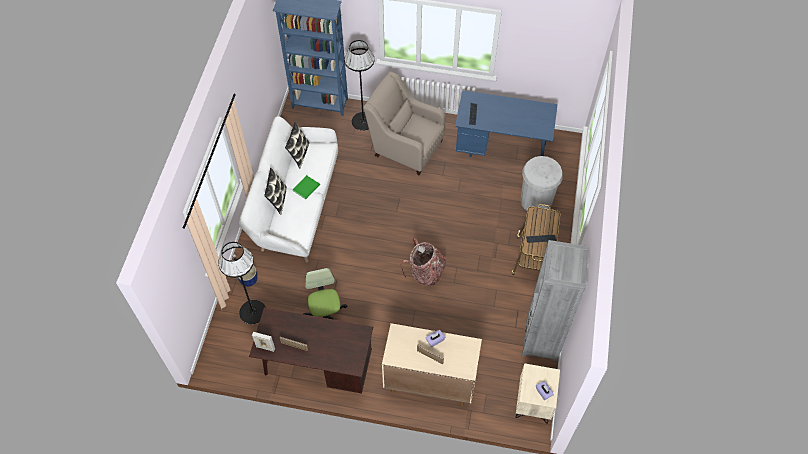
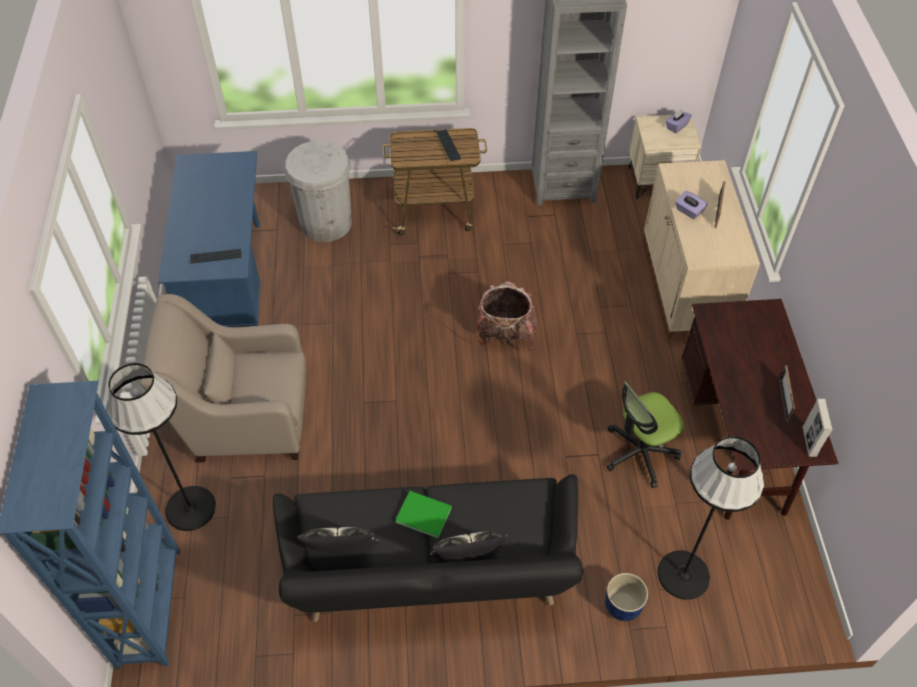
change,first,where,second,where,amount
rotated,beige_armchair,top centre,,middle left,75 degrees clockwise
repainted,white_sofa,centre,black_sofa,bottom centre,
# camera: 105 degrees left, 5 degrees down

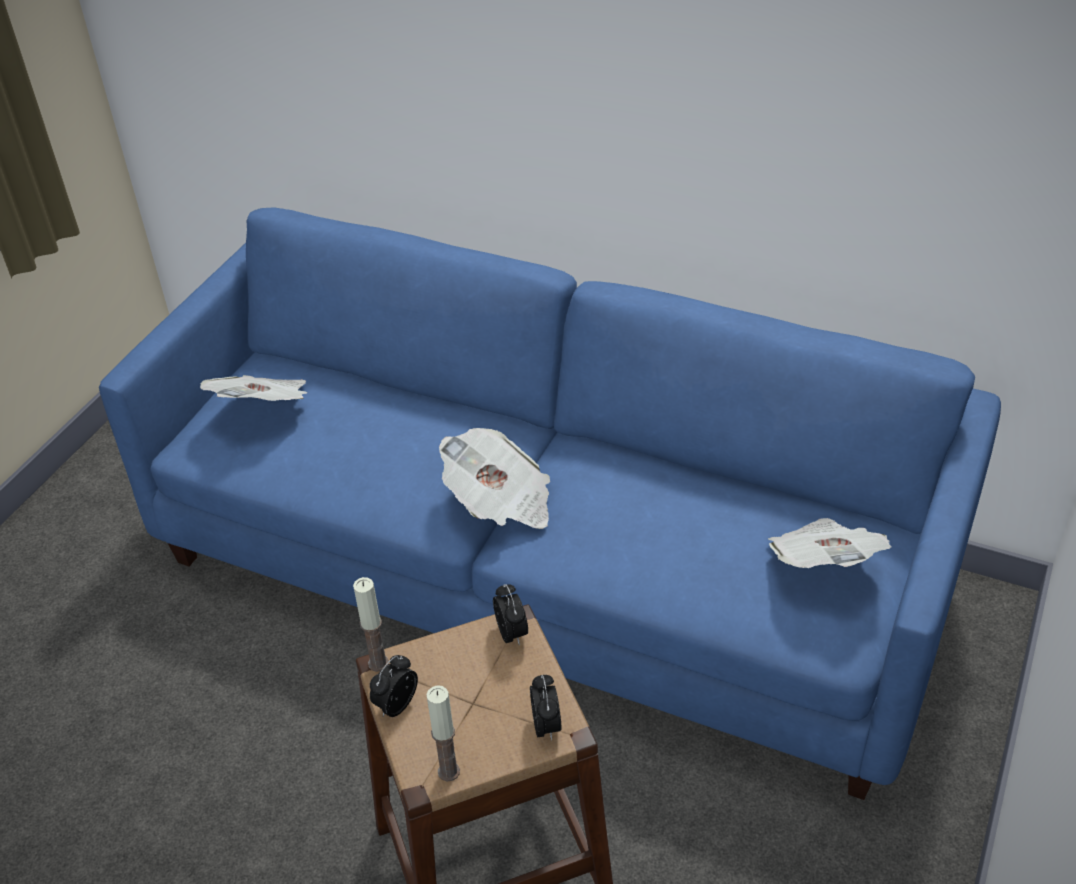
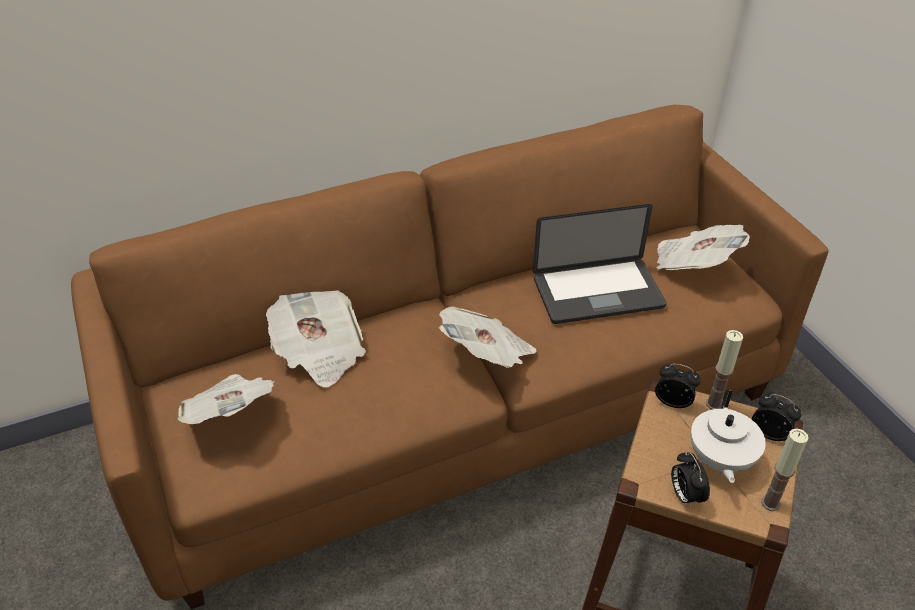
change,first,where,second,where,amount
repainted,blue_sofa,centre,brown_sofa,centre,
new,,,newspaper (no. 2 from left),centre,
new,,,laptop,centre,
new,,,white_teapot,bottom right,
shifted,candle (no. 1 from left),bottom centre,,middle right,
# camera: 50 degrees left, 0 degrees up

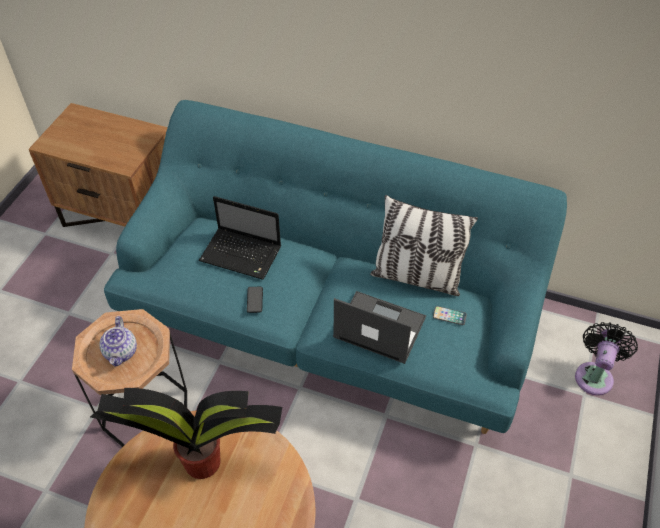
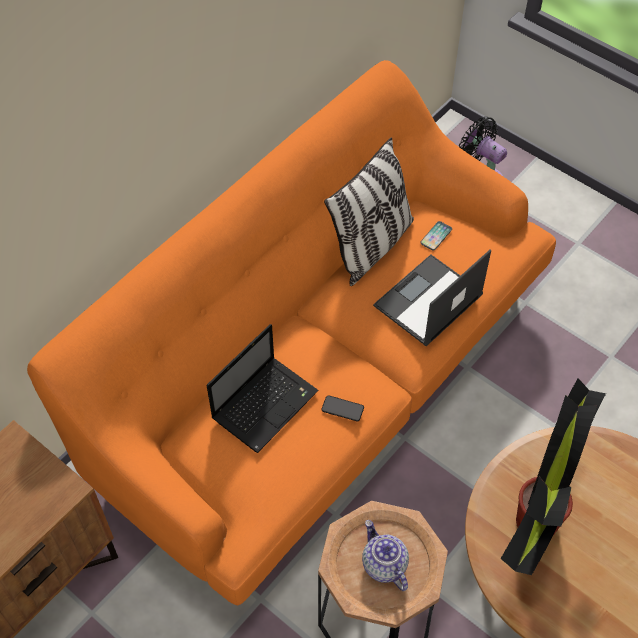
change,first,where,second,where,amount
repainted,turquoise_sofa,centre,orange_sofa,centre,
rotated,teapot,middle left,,bottom centre,135 degrees counterclockwise
# camera: 70 degrees left, 5 degrees up

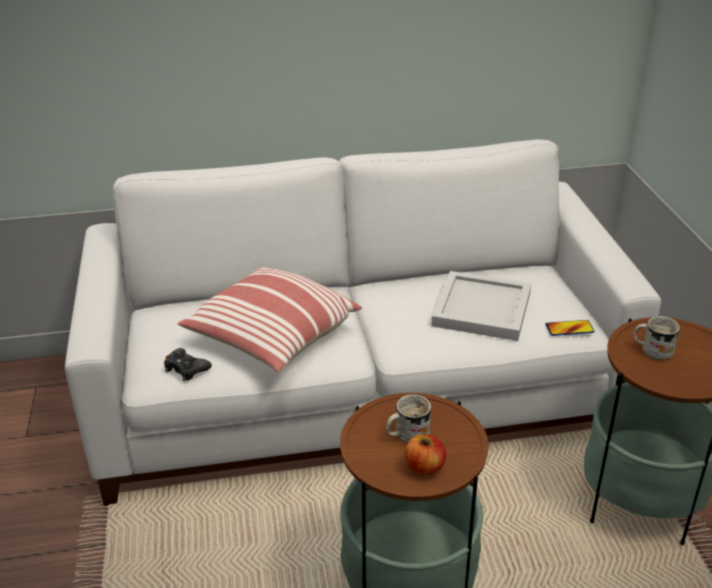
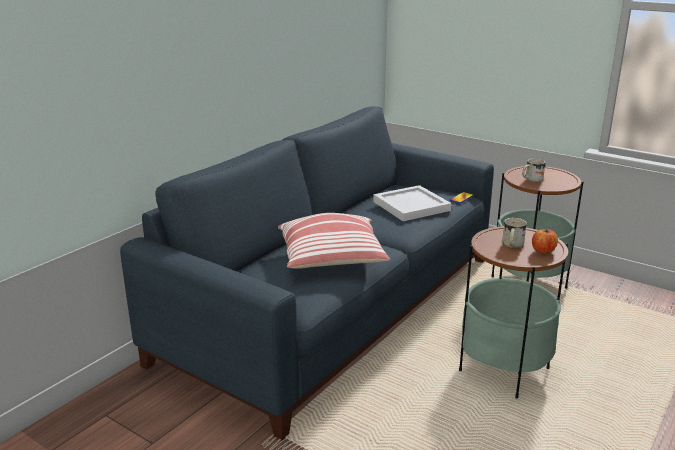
change,first,where,second,where,amount
repainted,white_sofa,centre,blue_sofa,centre,
gone,black_game_controller,middle left,,,
# camera: 45 degrees left, 10 degrees down

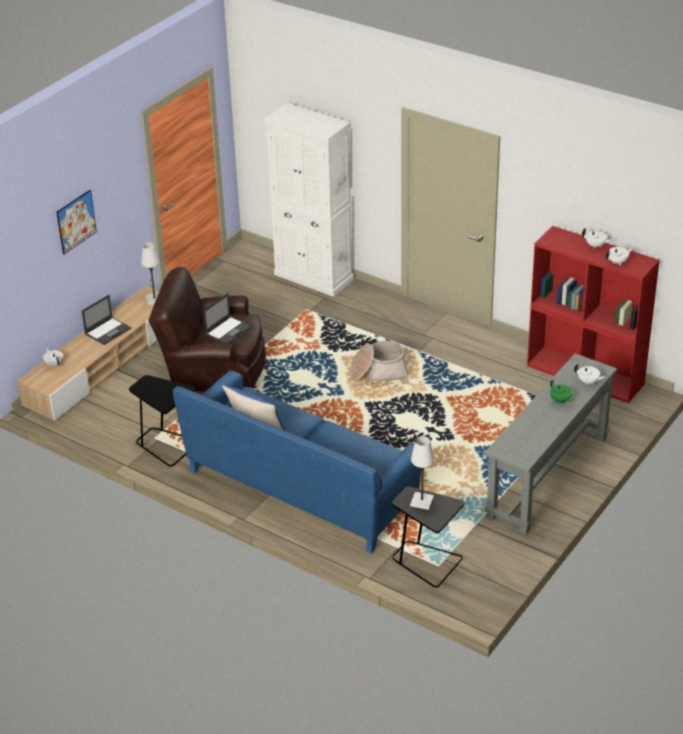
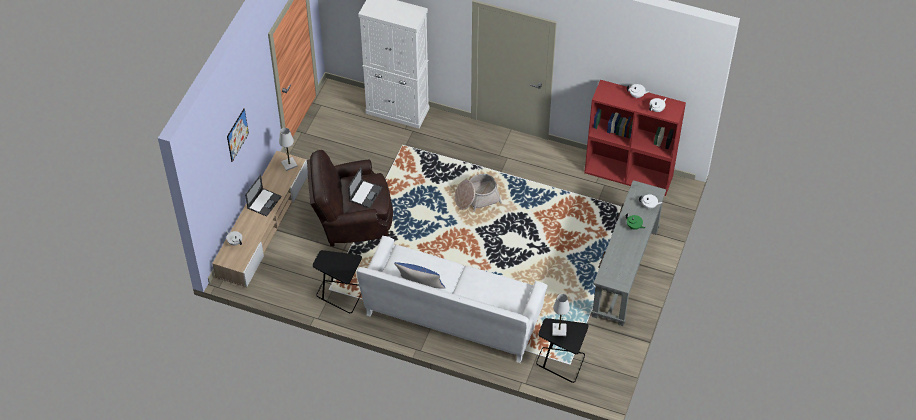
change,first,where,second,where,amount
repainted,blue_sofa,centre,white_sofa,bottom centre,
# camera: 15 degrees left, 15 degrees up

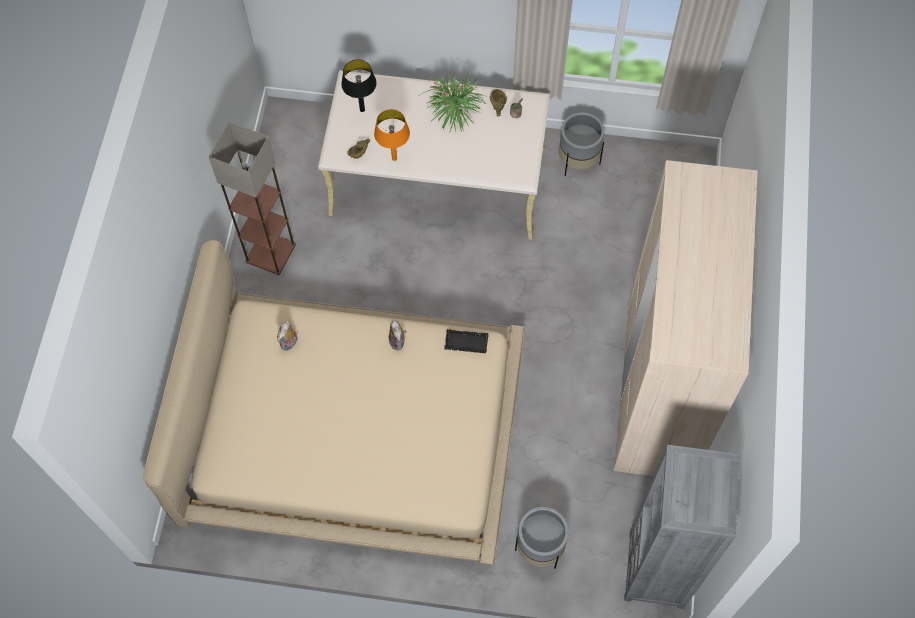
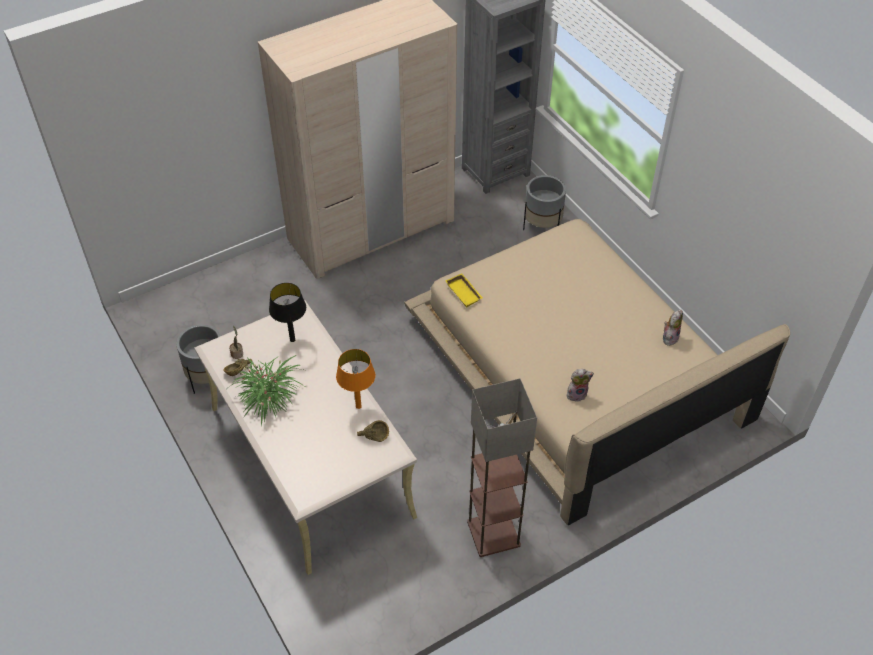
change,first,where,second,where,amount
shifted,black_table_lamp,top centre,,middle left,
repainted,black_tray,centre,yellow_tray,centre,
shifted,plush_toy (no. 2 from left),centre,,middle right,
# camera: 130 degrees left, 15 degrees down

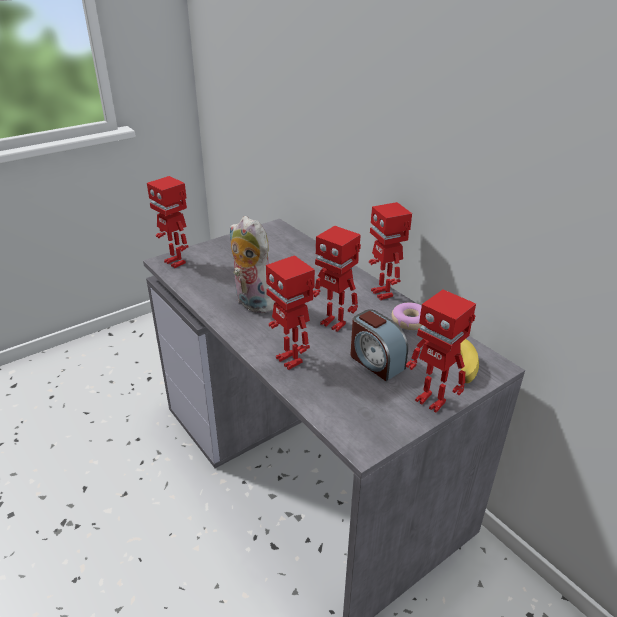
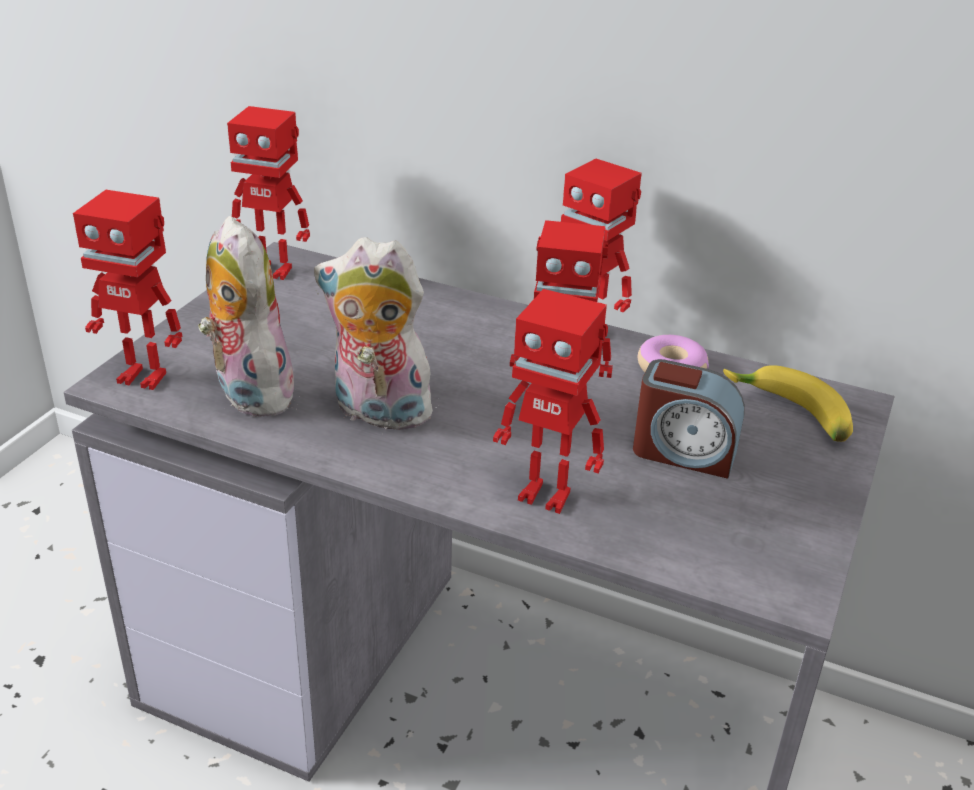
change,first,where,second,where,amount
new,,,plush_toy (no. 1 from left),middle left,
shifted,toy_robot (no. 5 from left in the first image),middle right,toy_robot (no. 2 from left),top left,
# camera: 30 degrees left, 0 degrees up

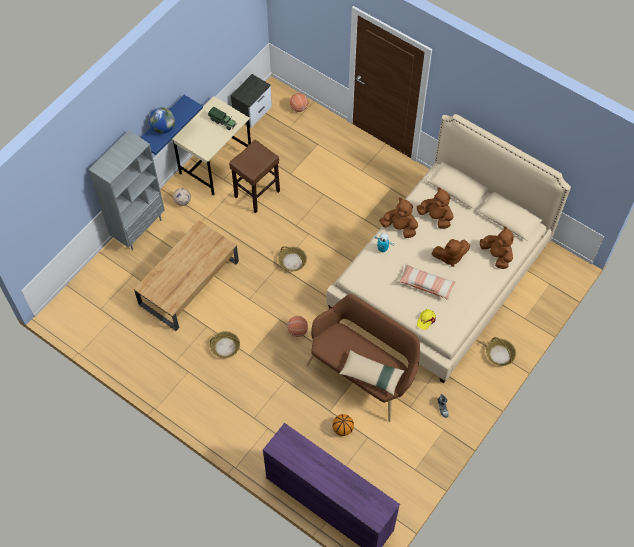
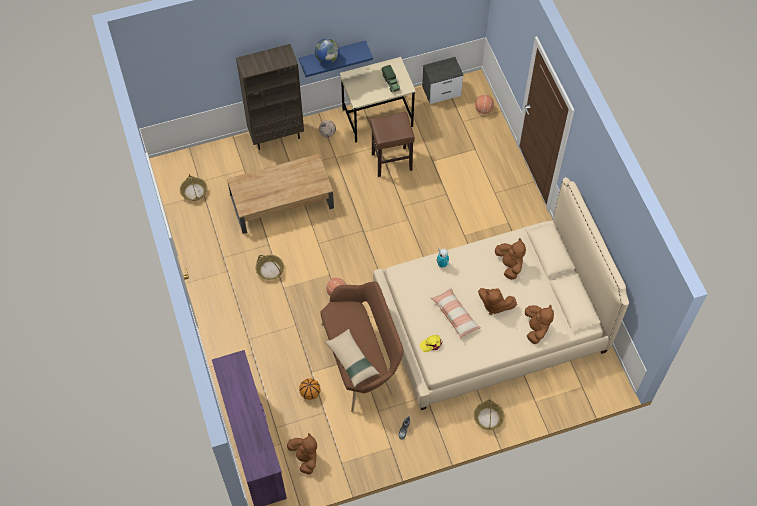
change,first,where,second,where,amount
shifted,basket (no. 2 from left in the first image),centre,basket (no. 1 from left),middle left,
repainted,grey_bookcase,middle left,brown_bookcase,top centre,
shifted,brown_plush_toy (no. 1 from left),centre,,bottom centre,
# camera: 35 degrees right, 0 degrees up

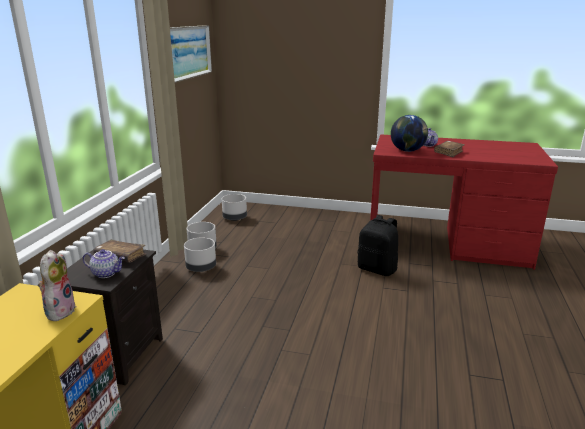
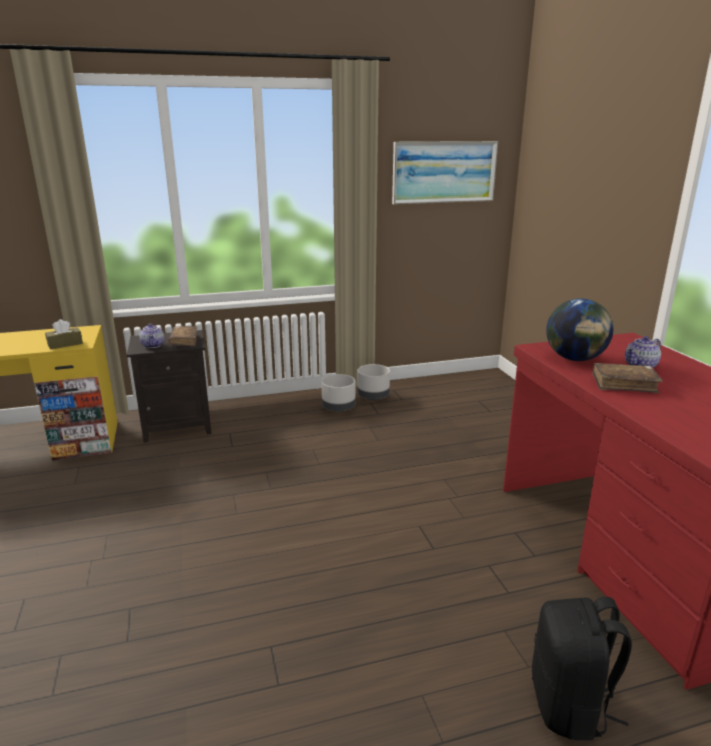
change,first,where,second,where,amount
swapped,plush_toy,middle left,brown_tissue_box,middle left,
shifted,black_backpack,centre,,bottom right,
gone,grey_planter (no. 3 from left),centre,,,
# camera: 60 degrees right, 0 degrees up

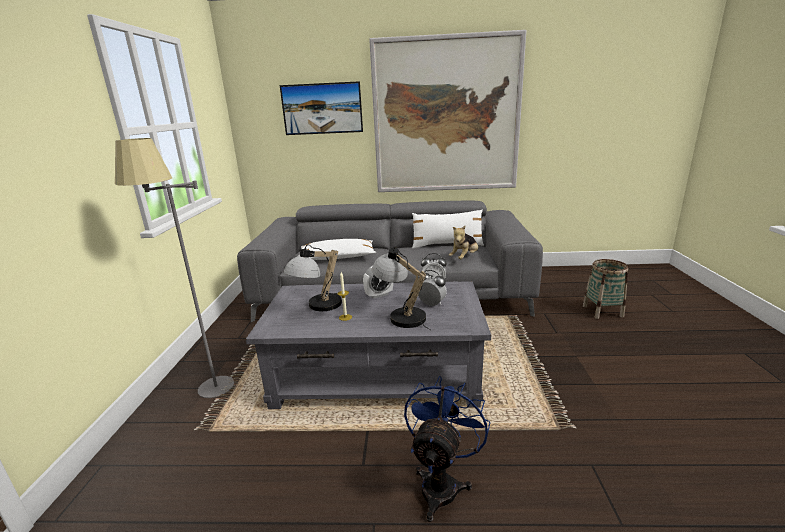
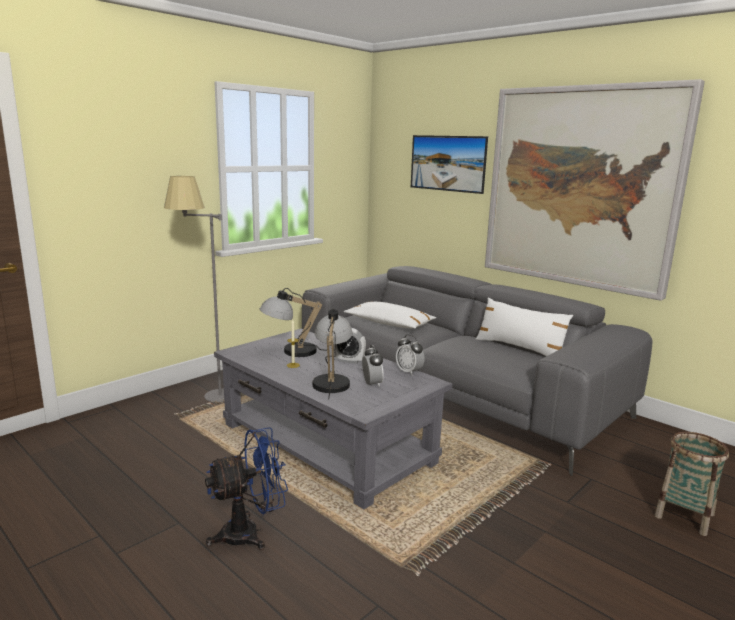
change,first,where,second,where,amount
gone,plush_toy,centre,,,
# camera: 40 degrees right, 5 degrees down

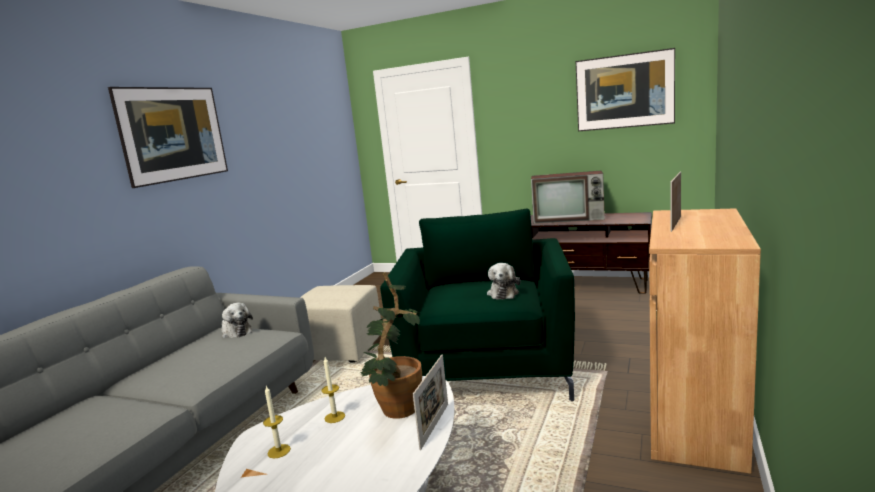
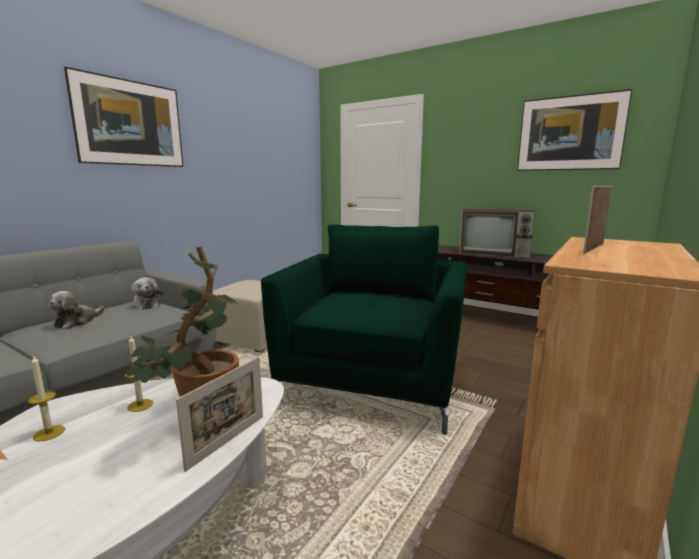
change,first,where,second,where,amount
shifted,plush_toy (no. 2 from left in the first image),centre,plush_toy (no. 1 from left),middle left,
# camera: 10 degrees right, 0 degrees up

